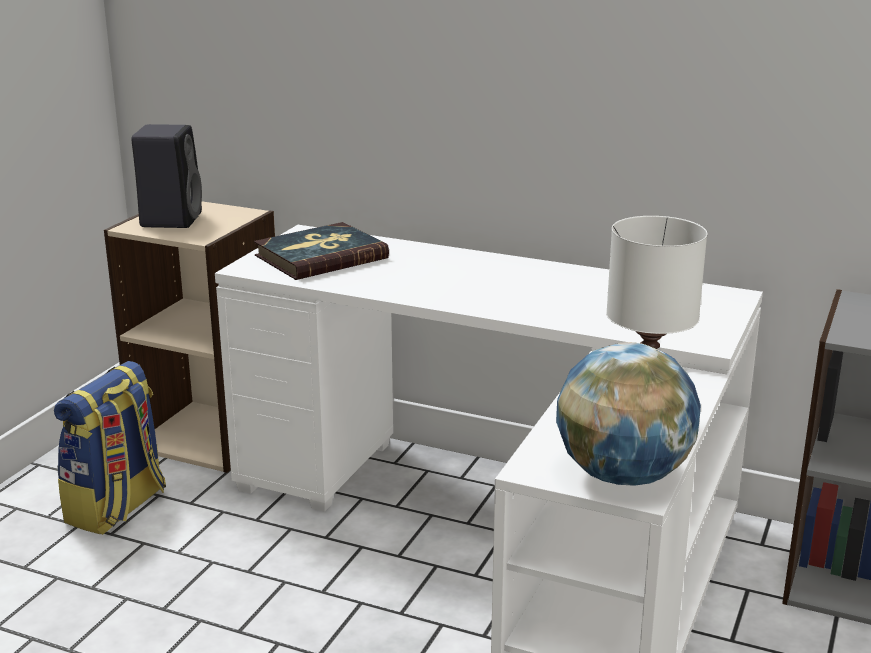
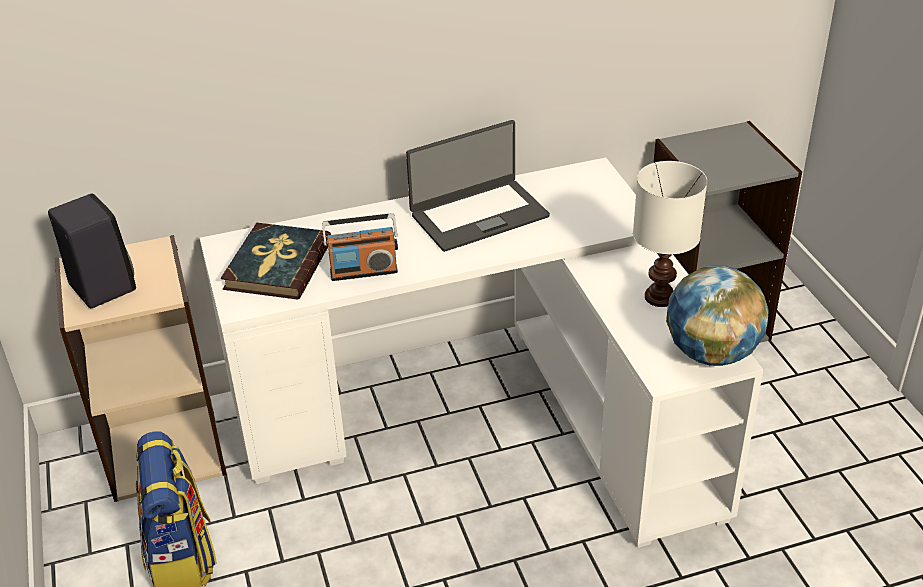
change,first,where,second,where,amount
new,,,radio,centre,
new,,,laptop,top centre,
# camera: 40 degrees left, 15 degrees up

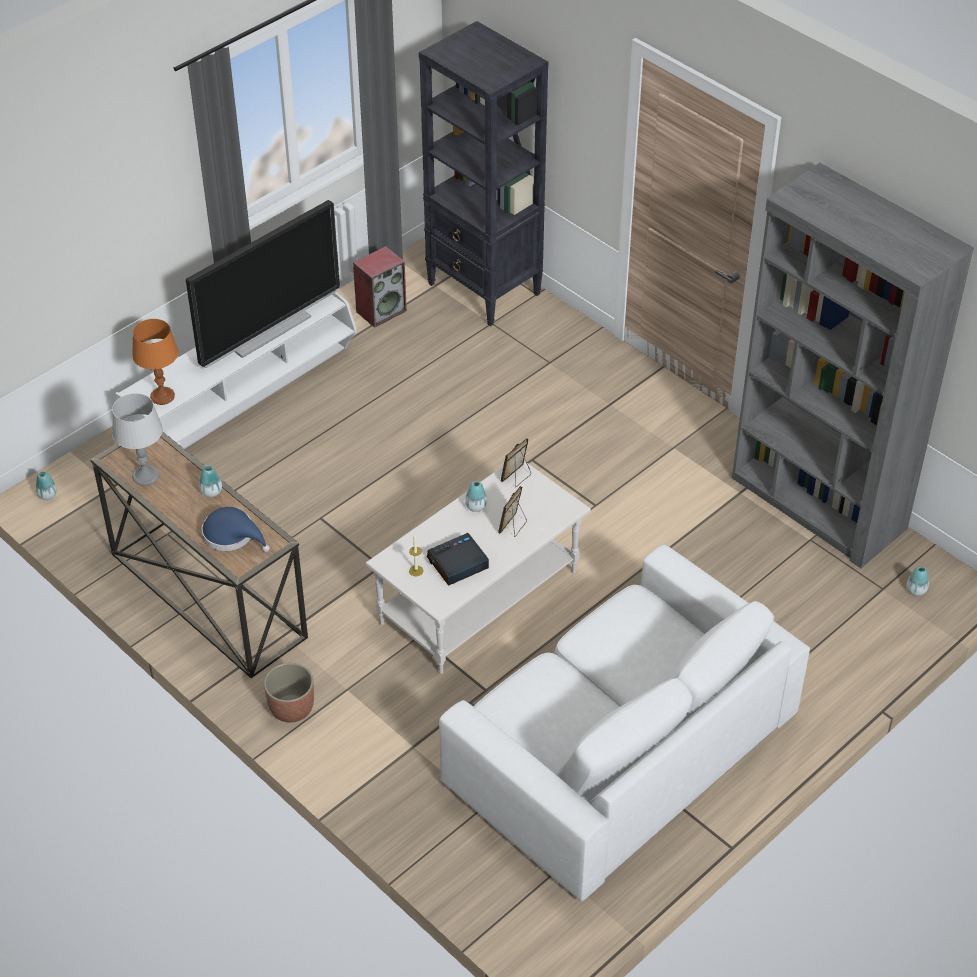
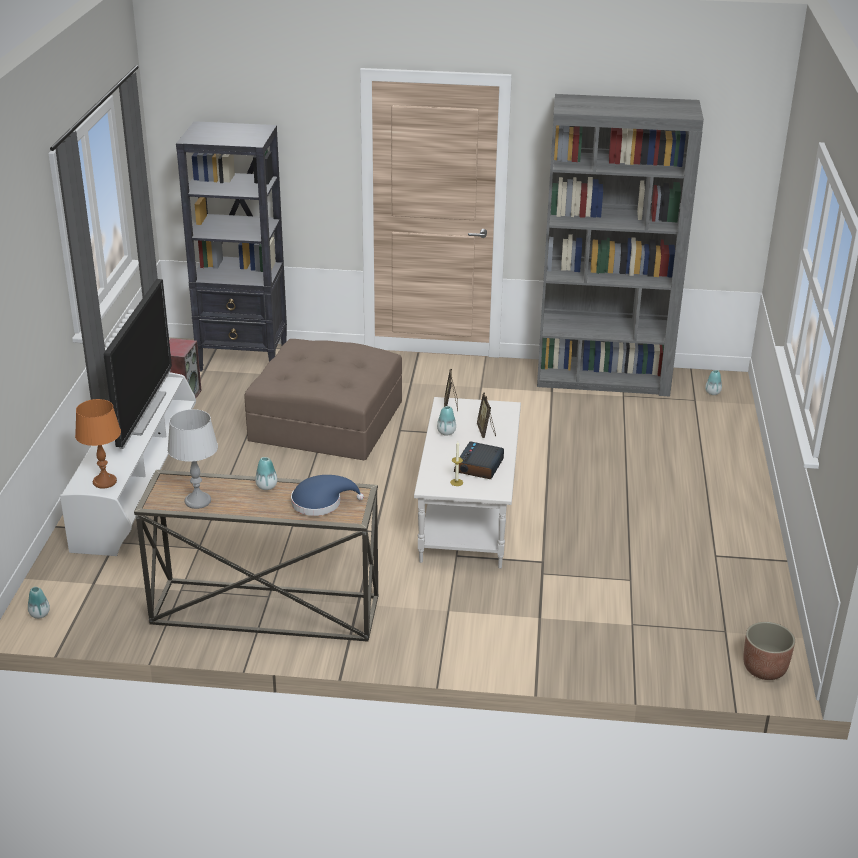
change,first,where,second,where,amount
new,,,brown_ottoman,centre,
shifted,planter,bottom left,,bottom right,
gone,white_sofa,bottom centre,,,
# camera: 40 degrees left, 15 degrees down

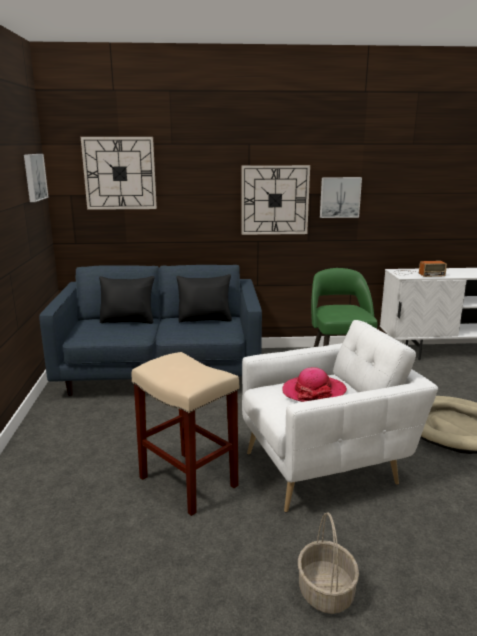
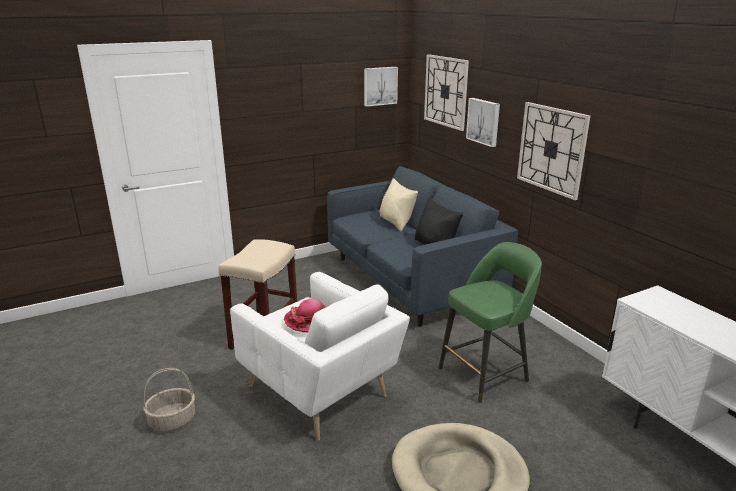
change,first,where,second,where,amount
repainted,black_pillow (no. 1 from left),middle left,beige_pillow,centre,
shifted,picture (no. 2 from left),top right,,top centre,
gone,radio,middle right,,,
# camera: 65 degrees right, 5 degrees up

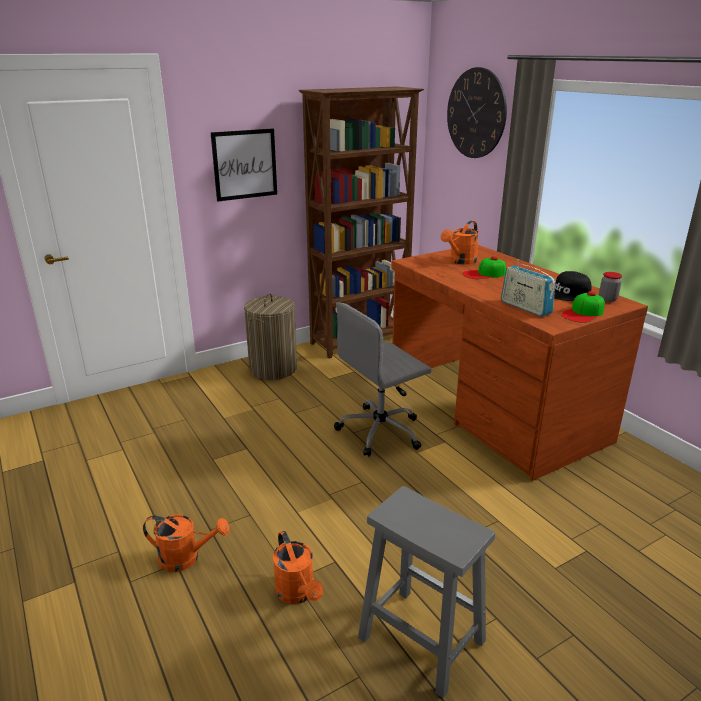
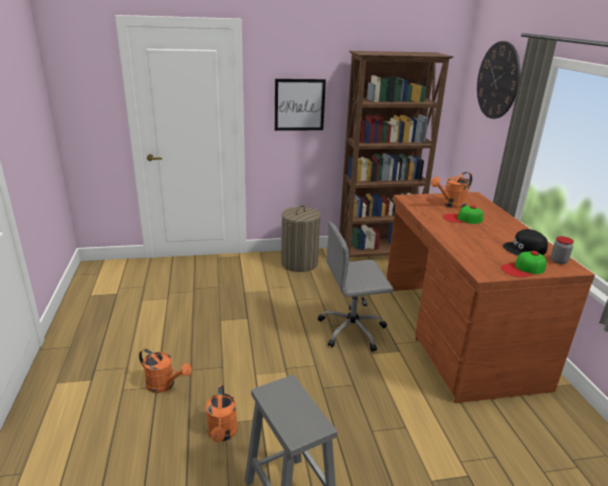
change,first,where,second,where,amount
gone,radio,middle right,,,
# camera: 20 degrees right, 0 degrees up

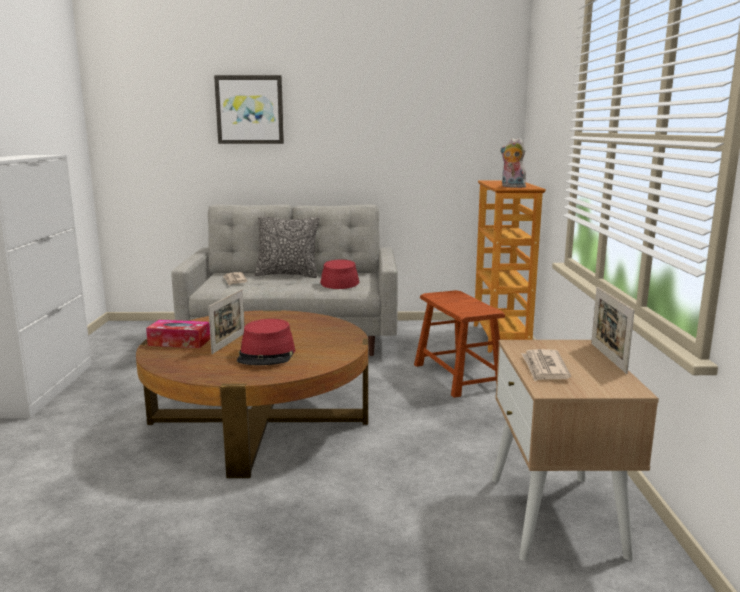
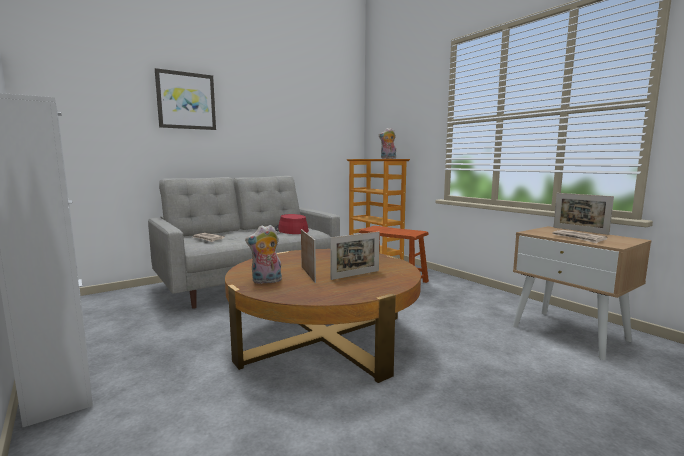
change,first,where,second,where,amount
swapped,tissue_box,middle left,plush_toy (no. 1 from left),centre,
swapped,red_hat (no. 1 from left),centre,picture_frame (no. 2 from left),centre,
gone,pillow,centre,,,
# camera: 35 degrees left, 5 degrees down

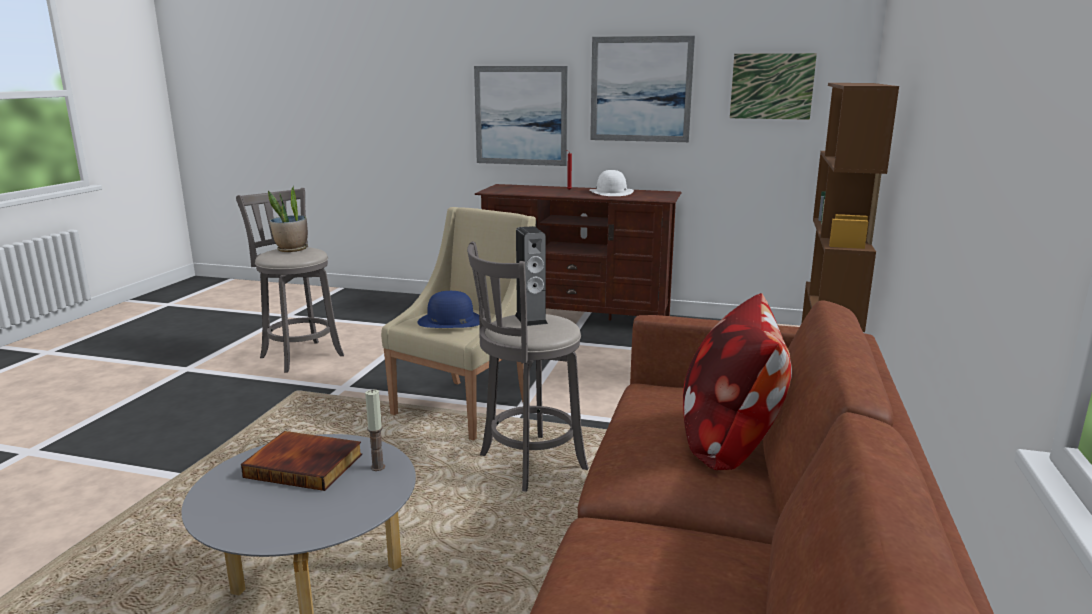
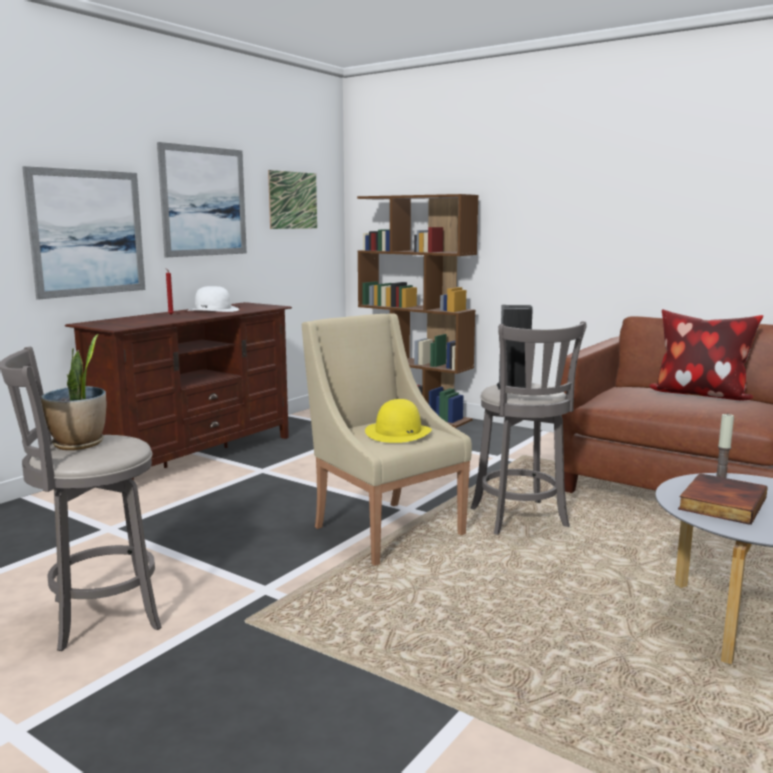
change,first,where,second,where,amount
repainted,blue_hat,centre,yellow_hat,centre,
# camera: 70 degrees left, 5 degrees down

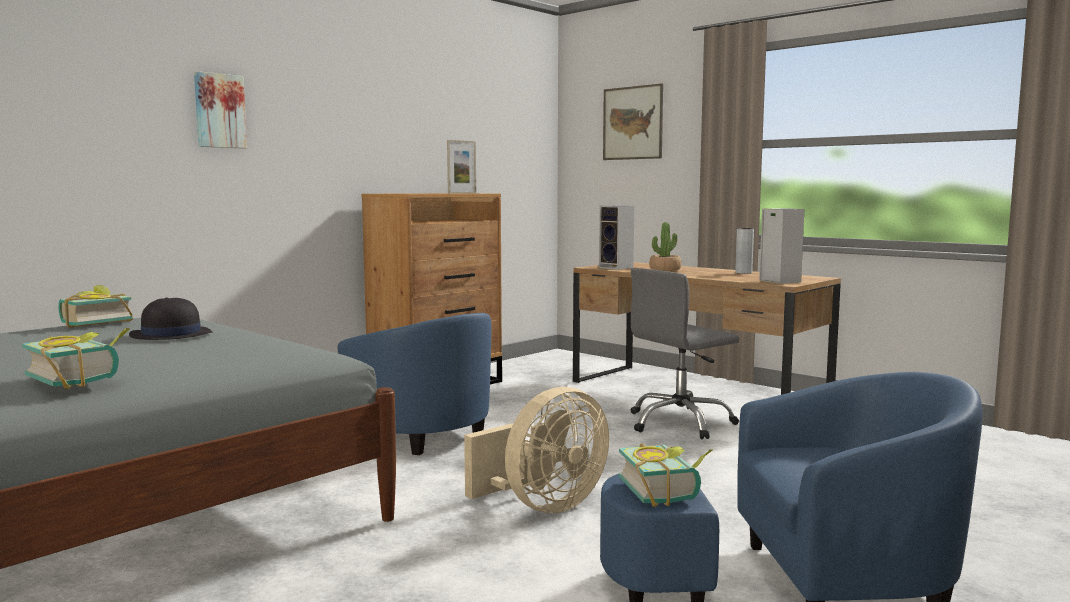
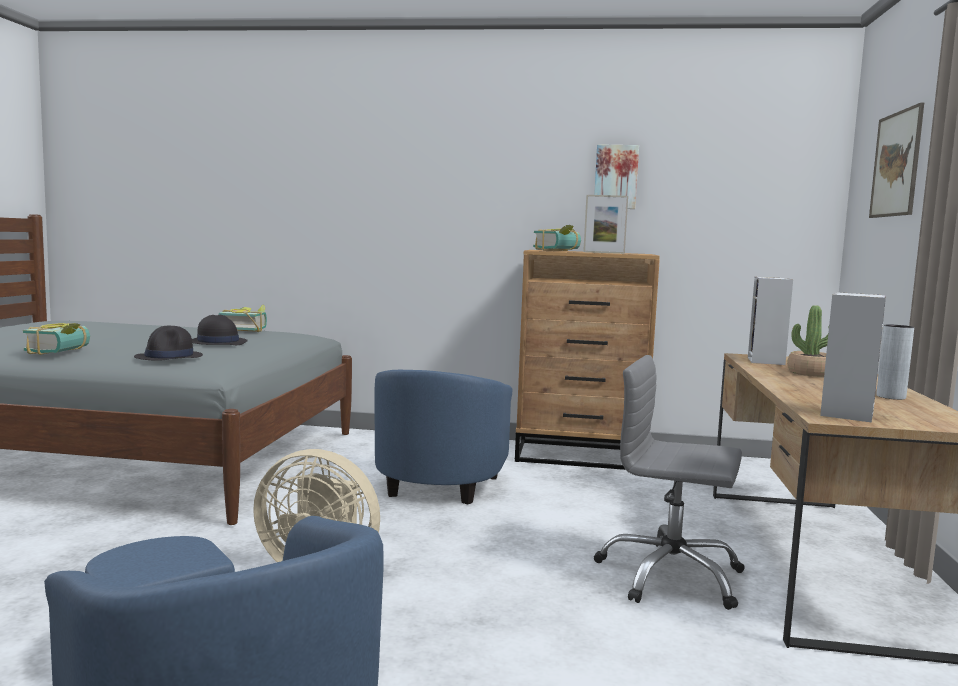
change,first,where,second,where,amount
new,,,black_hat (no. 1 from left),middle left,
shifted,book (no. 3 from left),bottom centre,,centre,
shifted,picture (no. 1 from left),top left,,top centre,
# camera: 55 degrees right, 0 degrees up

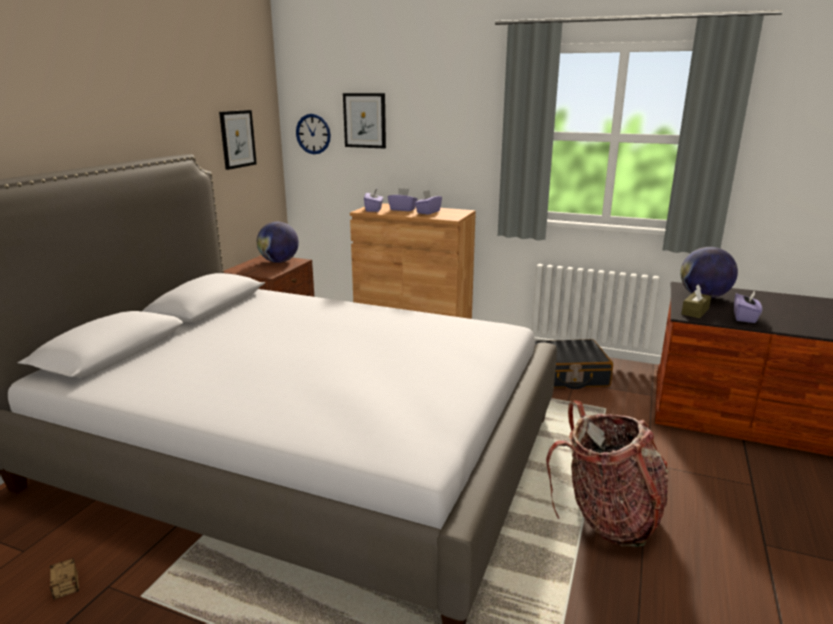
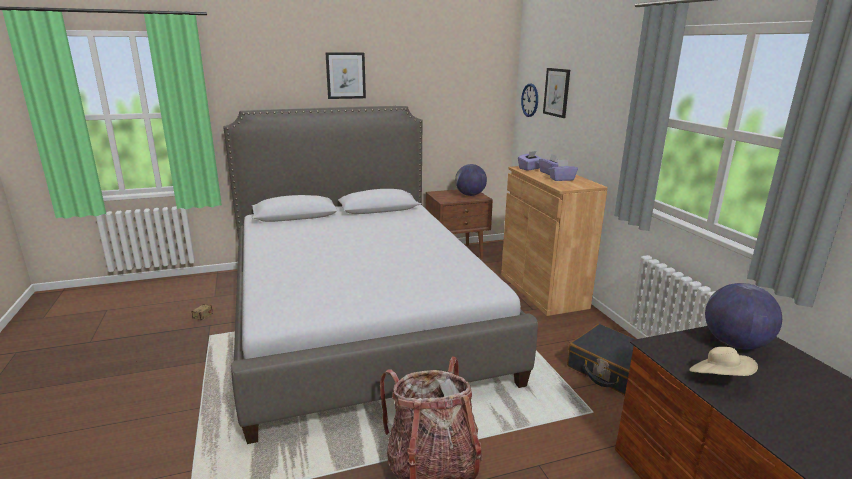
change,first,where,second,where,amount
shifted,picture (no. 1 from left),top left,,top centre,
swapped,purple_tissue_box (no. 4 from left),middle right,beige_hat,bottom right,
gone,brown_tissue_box,middle right,,,
# camera: 50 degrees right, 0 degrees up

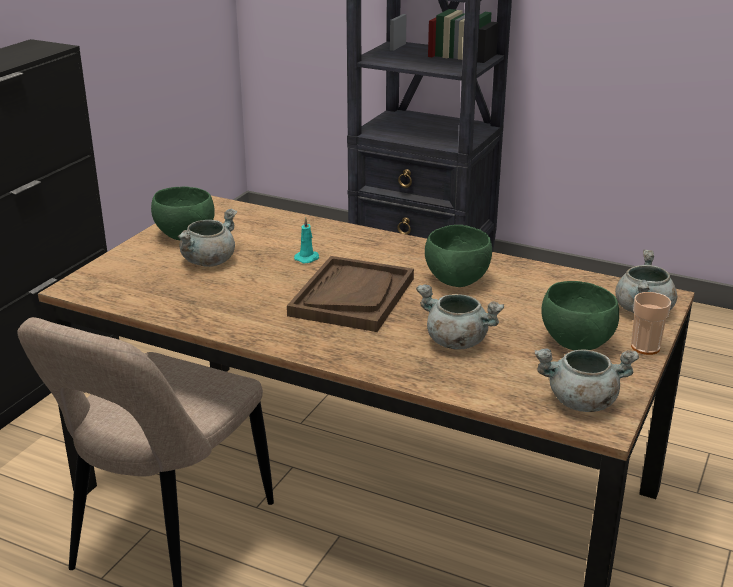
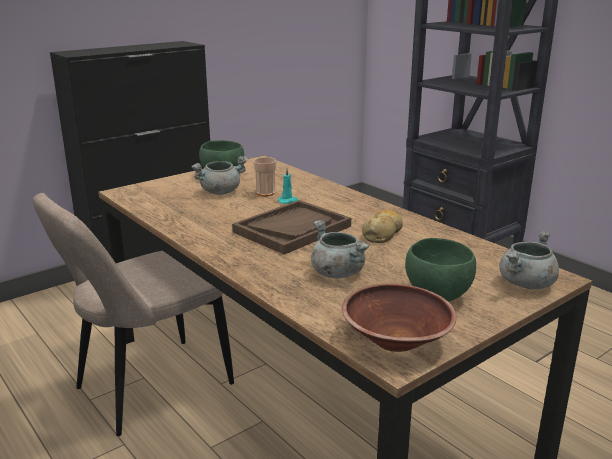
change,first,where,second,where,amount
shifted,cup,middle right,,centre,
swapped,grey_cooking_pot (no. 3 from left),middle right,brown_bowl,bottom centre,
swapped,green_bowl (no. 2 from left),centre,bread,centre,
# camera: 25 degrees right, 5 degrees down

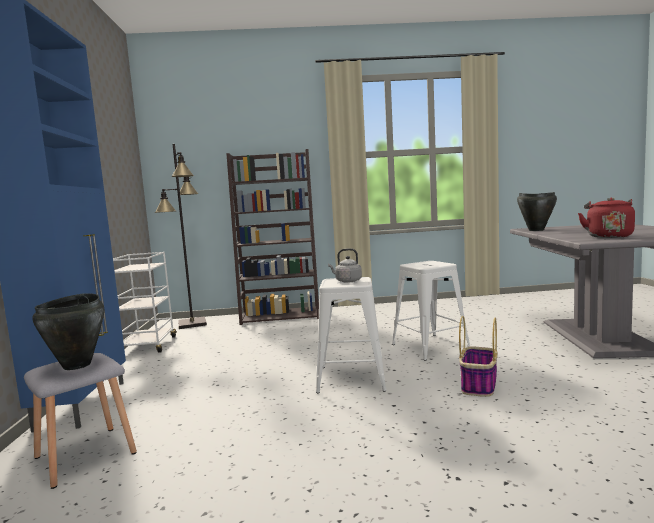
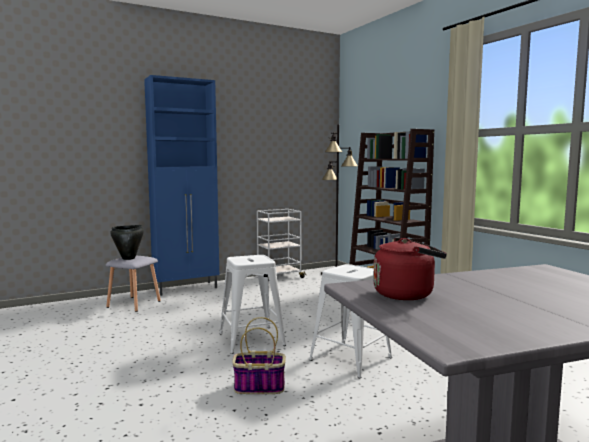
change,first,where,second,where,amount
gone,grey_kettle,centre,,,
gone,black_cooking_pot (no. 2 from left),middle right,,,
# camera: 65 degrees right, 0 degrees up

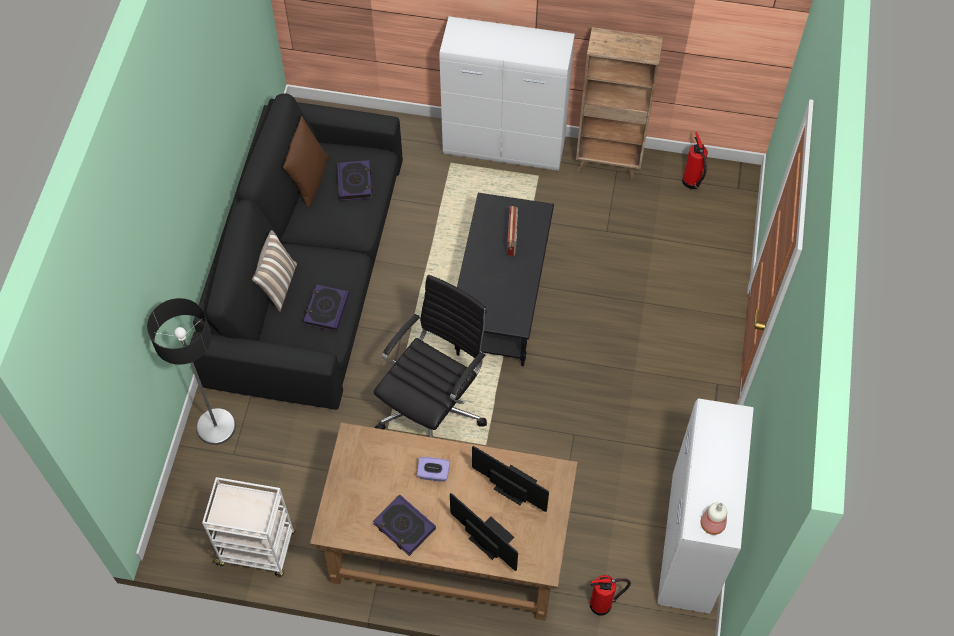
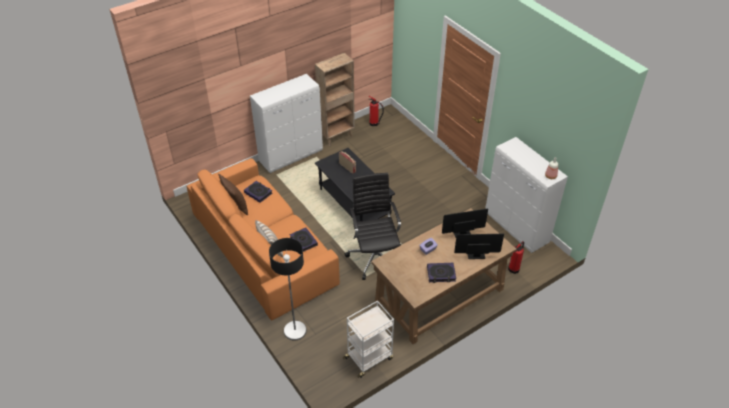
change,first,where,second,where,amount
repainted,black_sofa,middle left,orange_sofa,centre,
# camera: 45 degrees left, 15 degrees down

